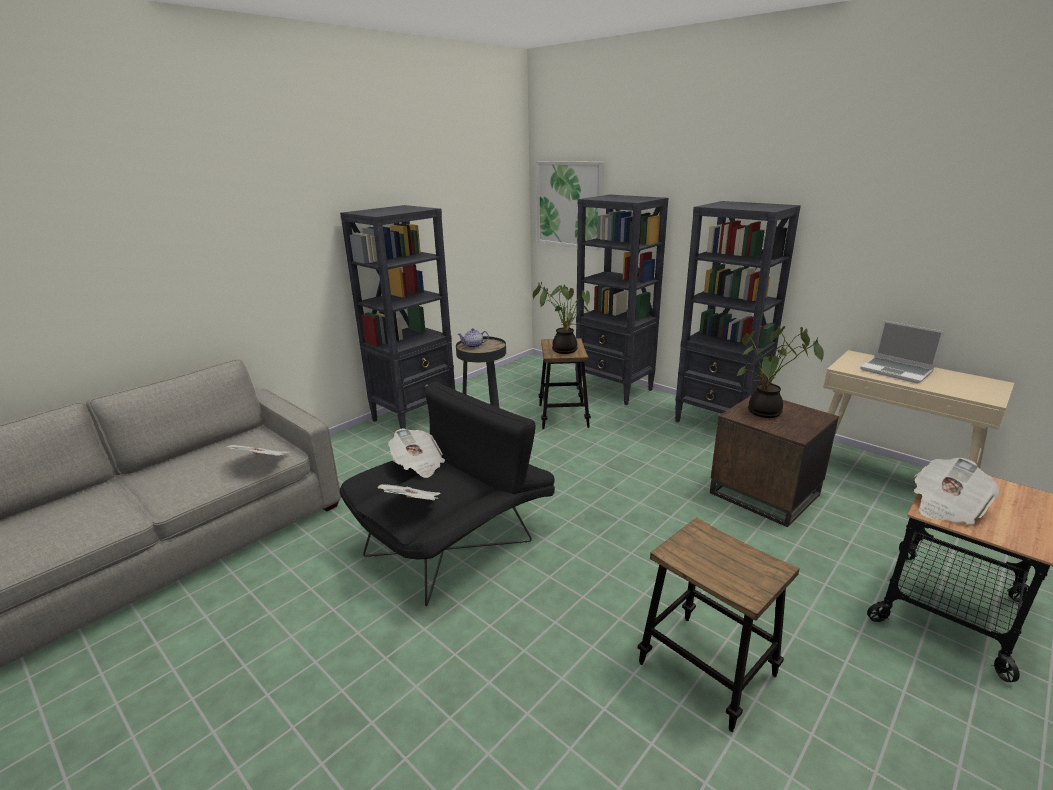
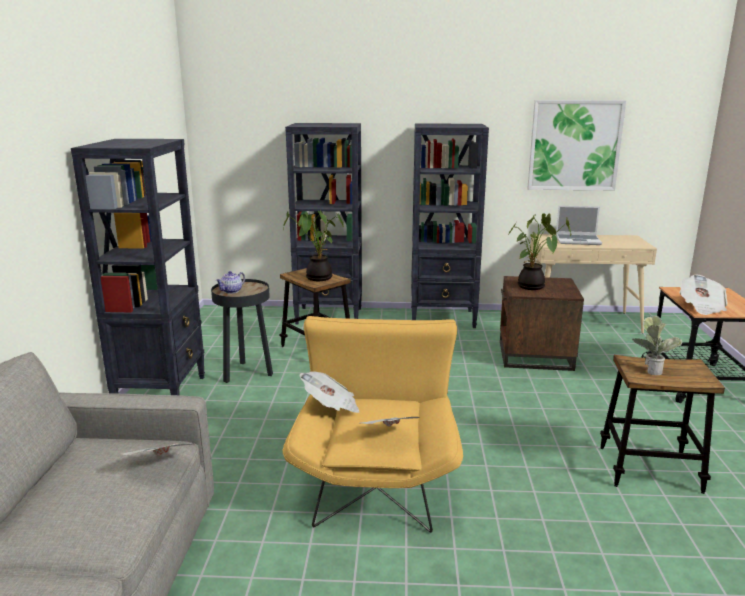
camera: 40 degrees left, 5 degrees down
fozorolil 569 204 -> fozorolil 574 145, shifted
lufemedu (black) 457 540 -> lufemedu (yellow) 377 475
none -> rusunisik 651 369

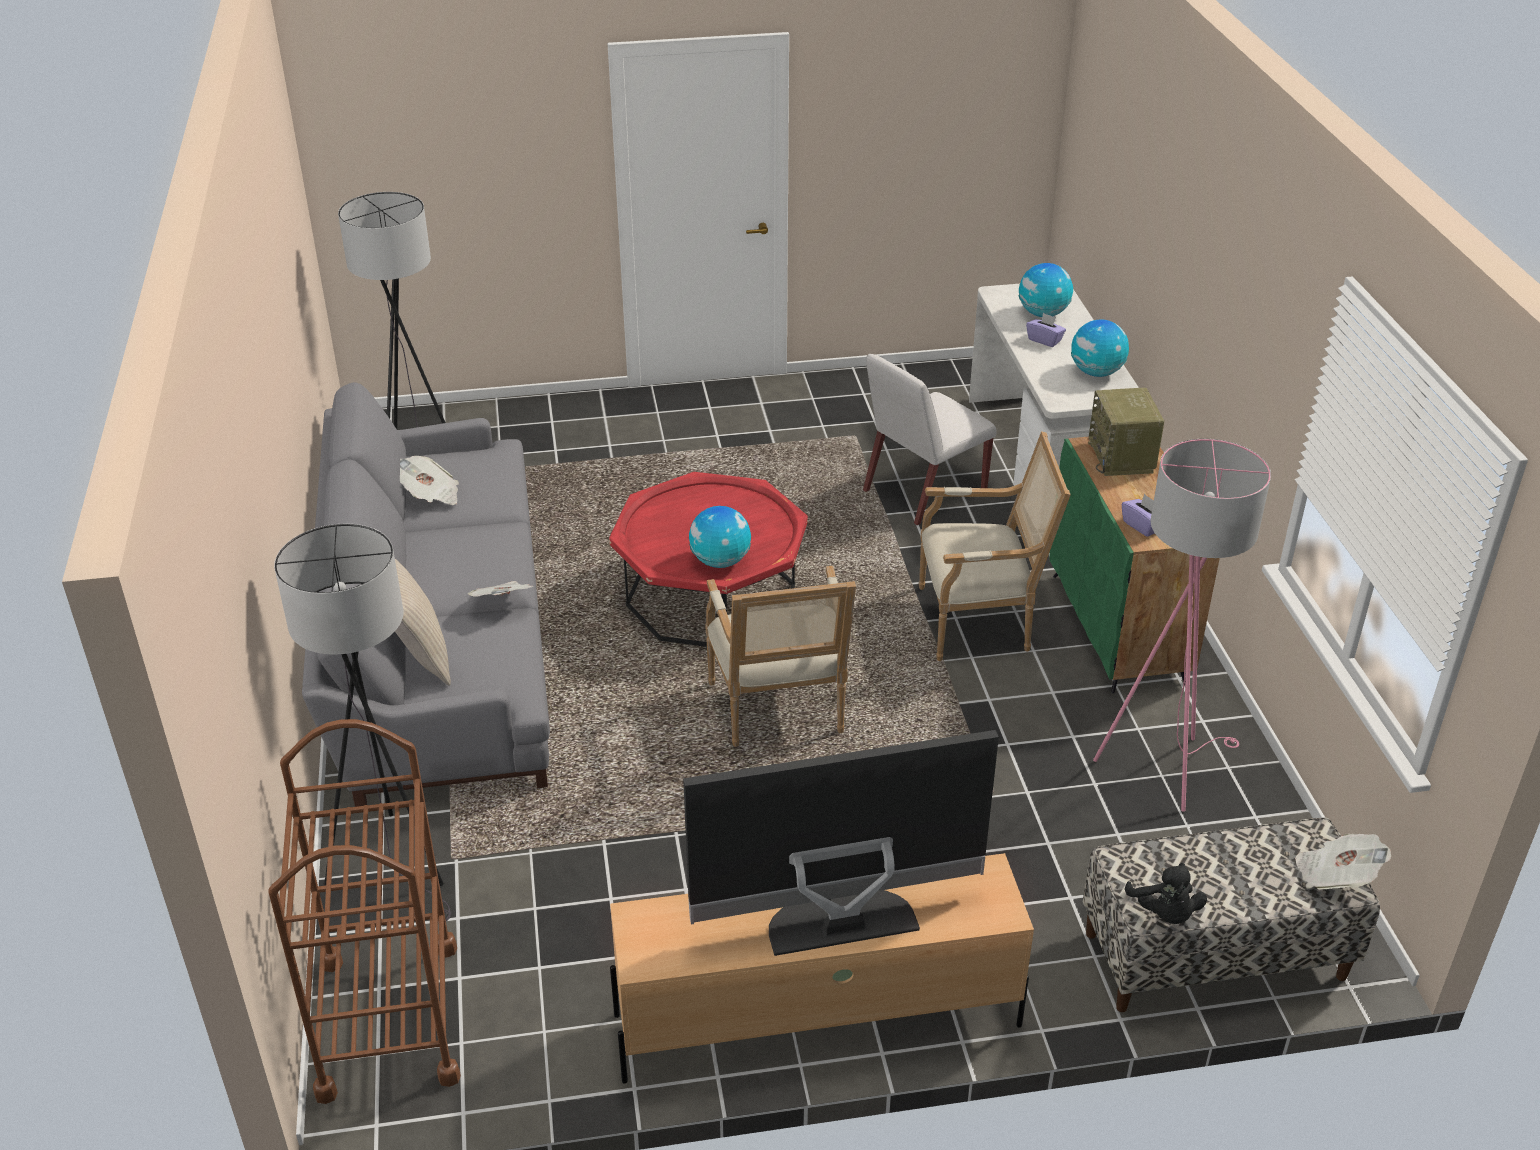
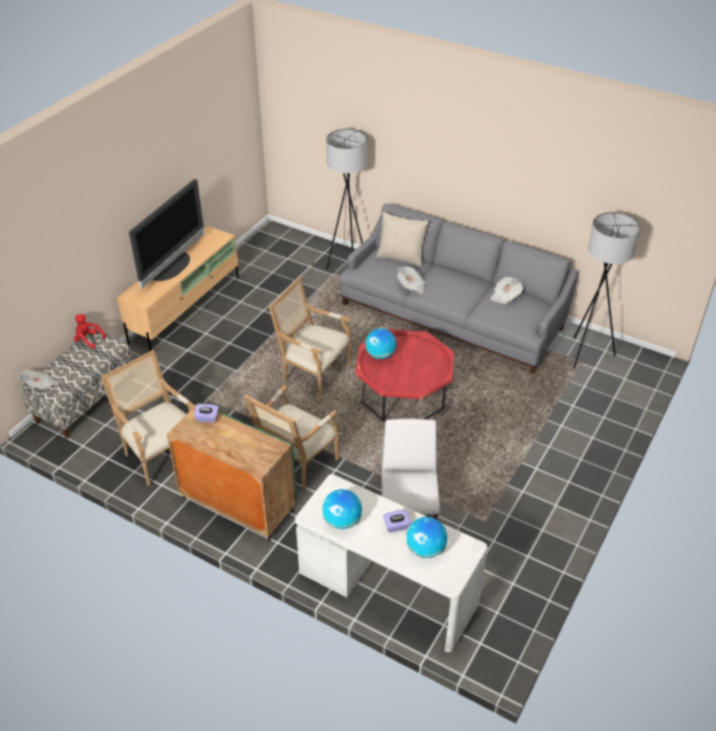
camera: 130 degrees right, 5 degrees up
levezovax 1122 458 -> none
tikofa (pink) 1161 764 -> lufemedu 160 453
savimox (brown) 388 1019 -> none
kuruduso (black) 1164 913 -> kuruduso (red) 88 340

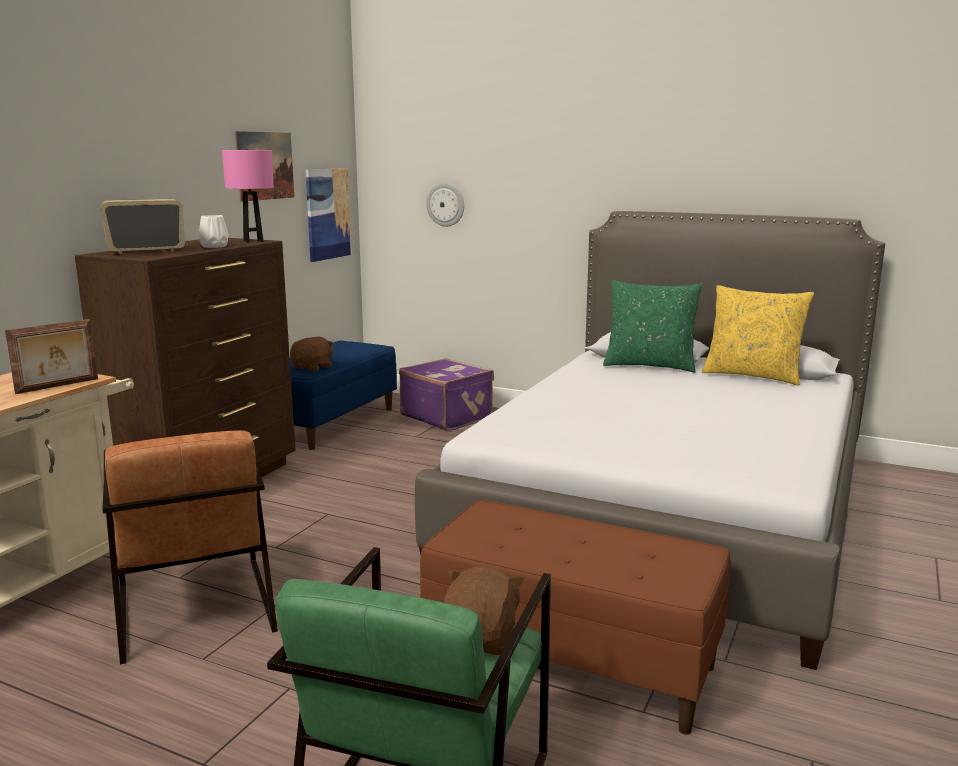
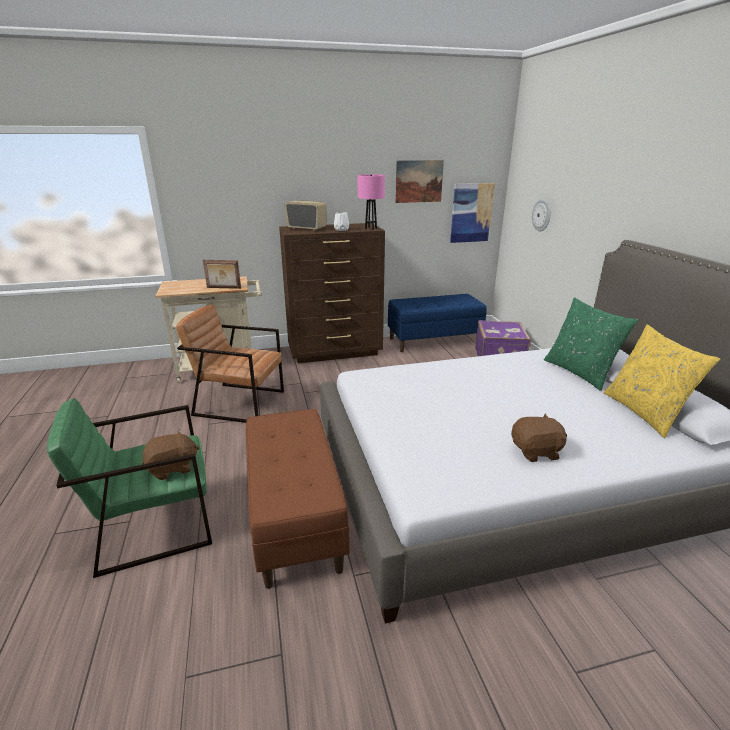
camera: 50 degrees right, 10 degrees up
kuruduso (brown) 313 367 -> kuruduso (brown) 536 452, shifted
lufemedu (brown) 194 607 -> lufemedu (brown) 239 402, 75 degrees clockwise

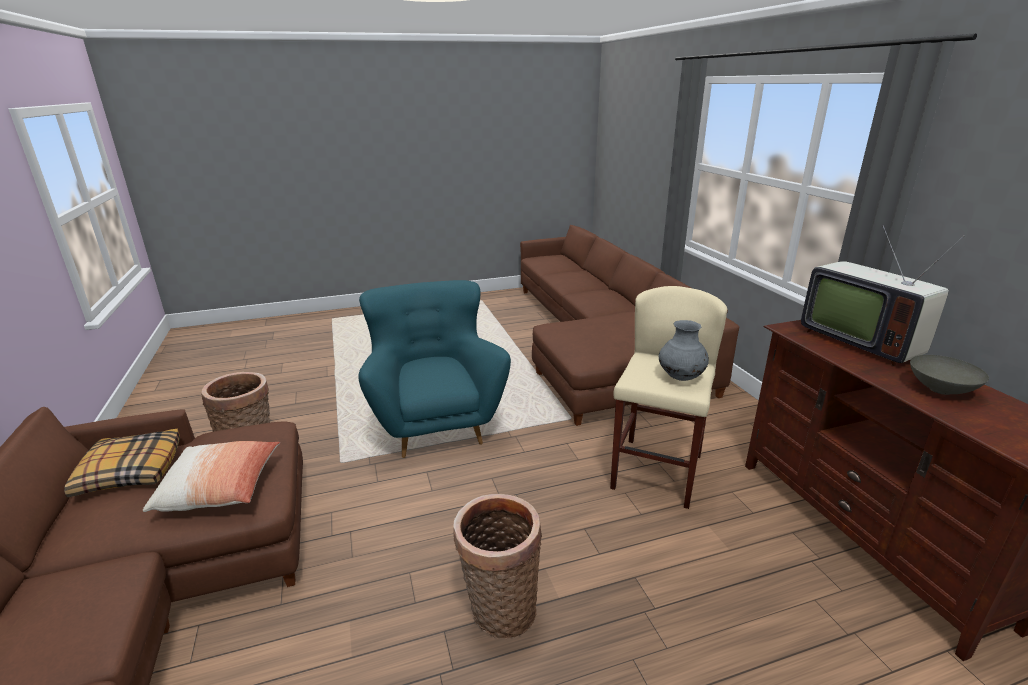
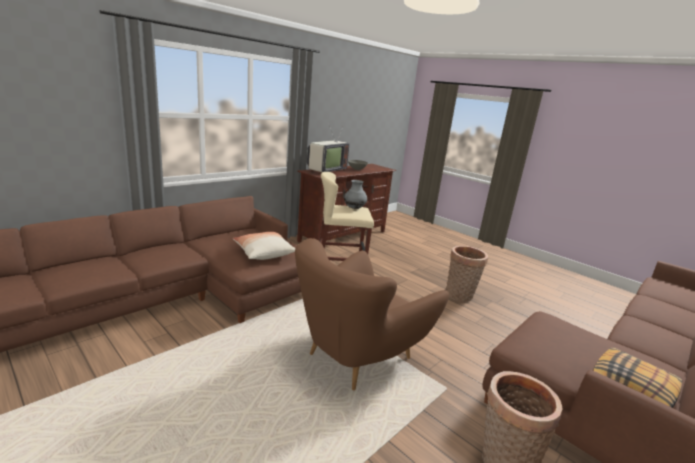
camera: 120 degrees left, 5 degrees down
lufemedu (turquoise) 435 423 -> lufemedu (brown) 357 356
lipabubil 221 488 -> lipabubil 263 253, shifted

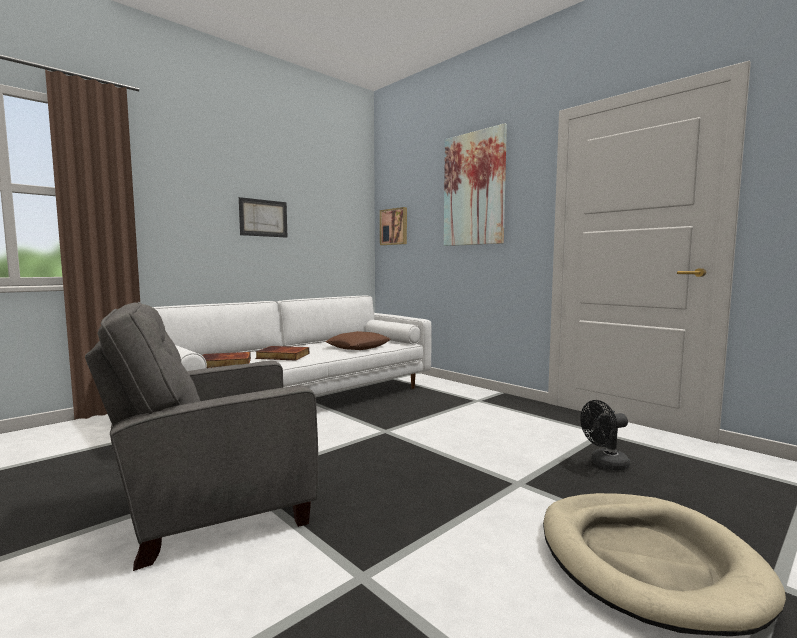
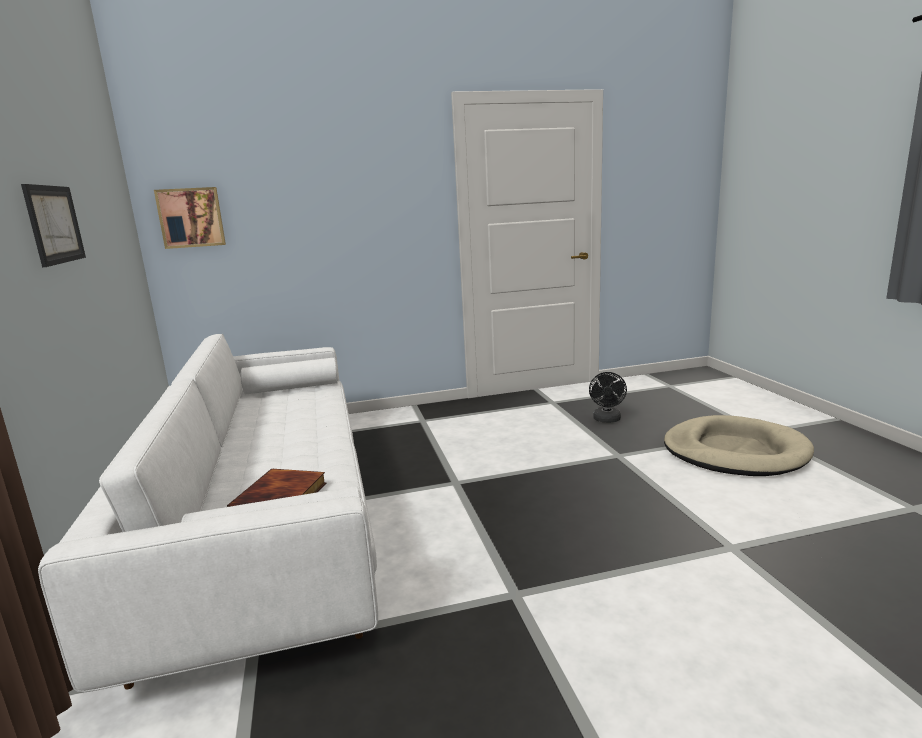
camera: 60 degrees left, 10 degrees up
fozorolil 474 189 -> none
lufemedu (grey) 214 509 -> none
lipabubil (brown) 358 347 -> none
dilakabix 282 356 -> none

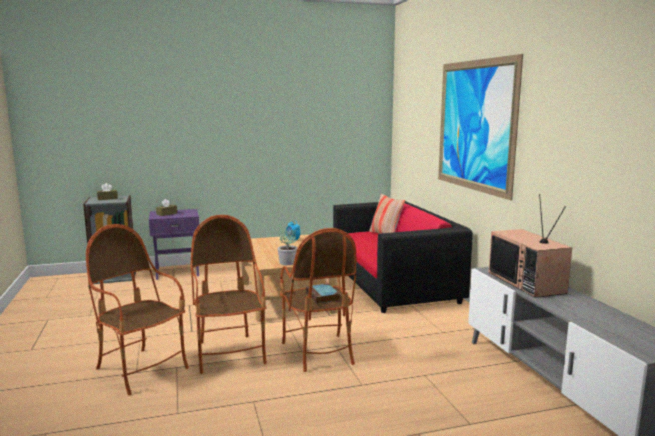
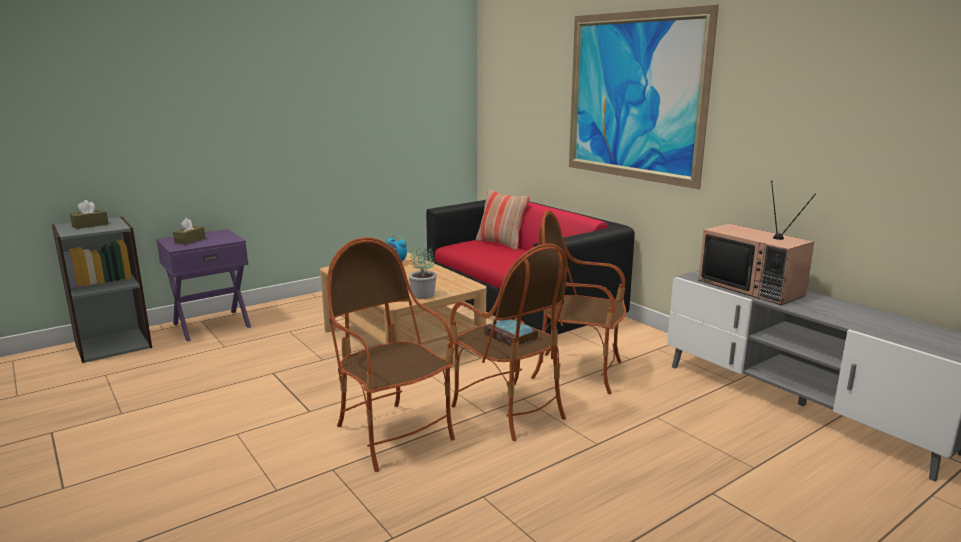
camera: 20 degrees left, 5 degrees up
lufemedu 141 370 -> lufemedu 578 371, shifted

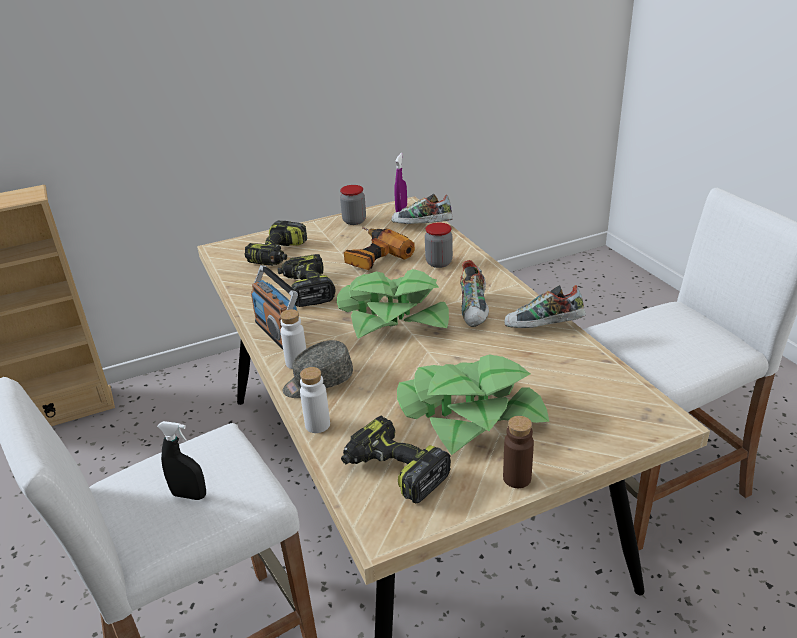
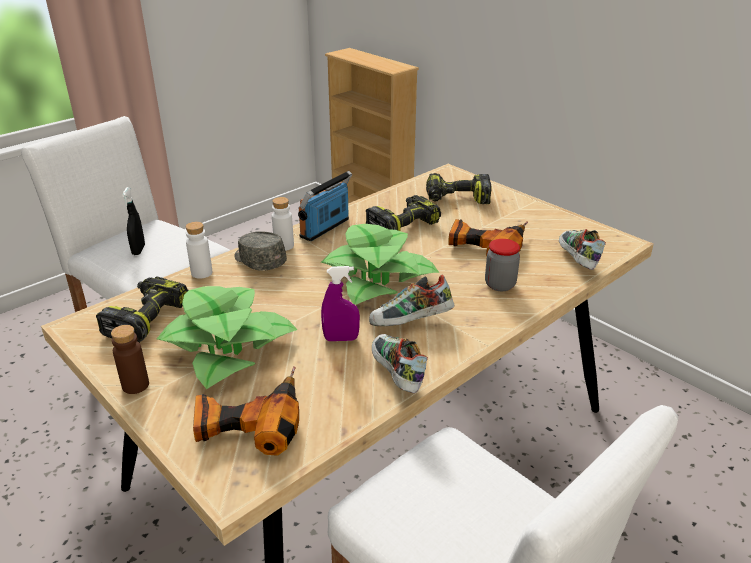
camera: 70 degrees right, 0 degrees up
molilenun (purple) 401 209 -> molilenun (purple) 341 339, shifted
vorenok 354 221 -> none
none -> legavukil 249 420

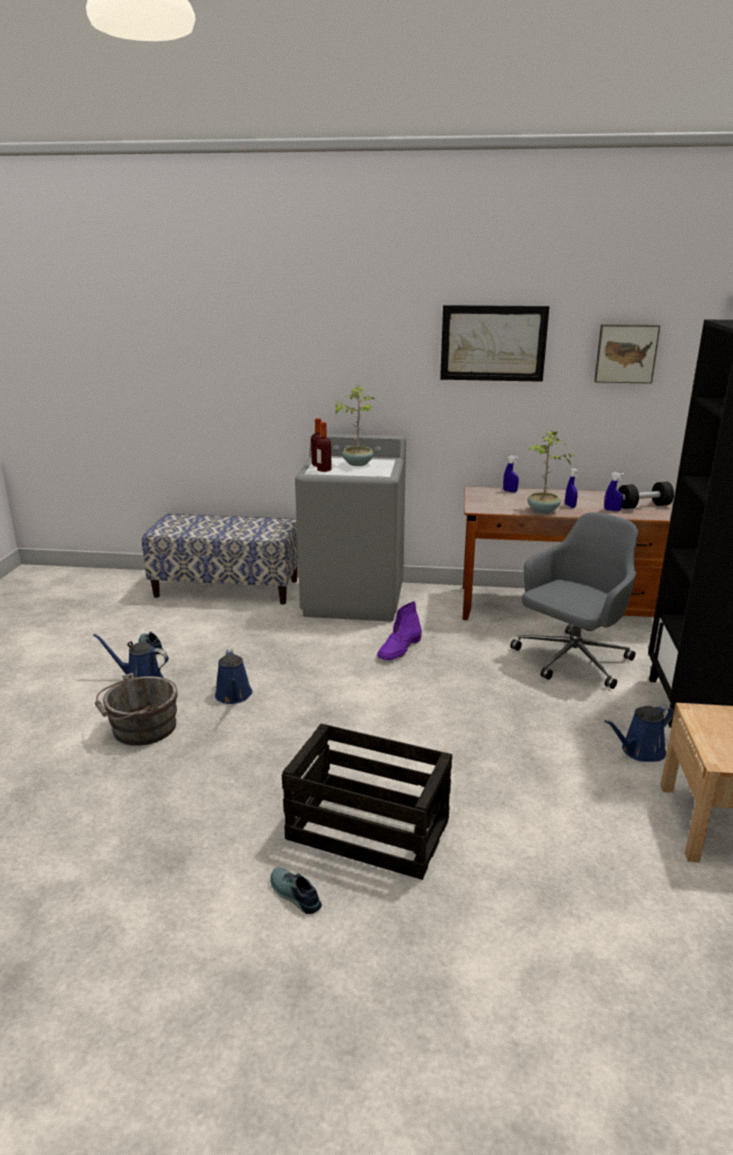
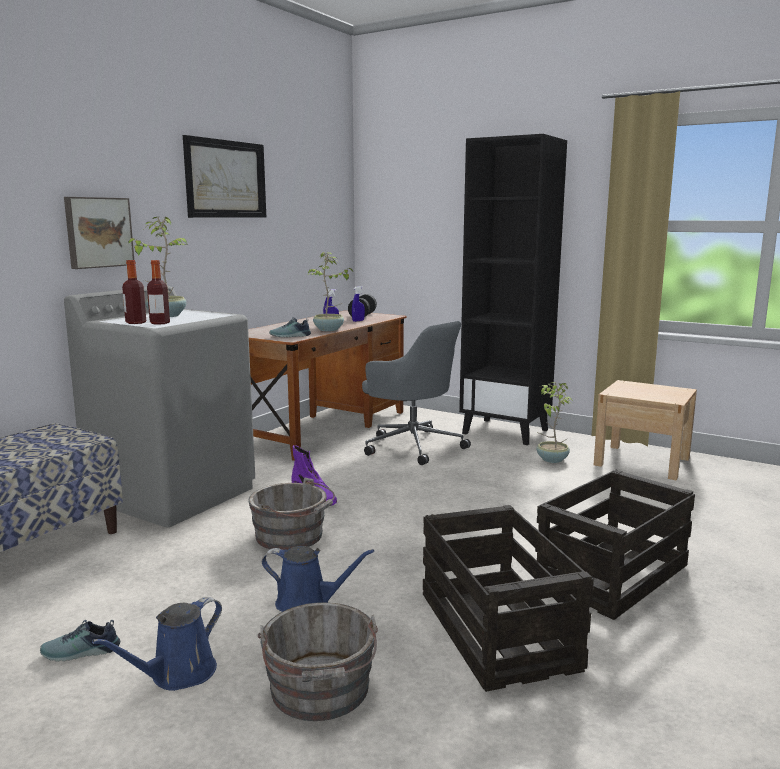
camera: 65 degrees left, 10 degrees down
fozorolil 625 353 -> fozorolil 98 232, shifted
molilenun (blue) 510 491 -> none
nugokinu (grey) 571 661 -> nugokinu (grey) 412 446, 150 degrees clockwise
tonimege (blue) 640 751 -> rusunisik 551 460
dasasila 294 895 -> dasasila 290 336, shifted
none -> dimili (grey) 293 537
none -> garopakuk 496 630

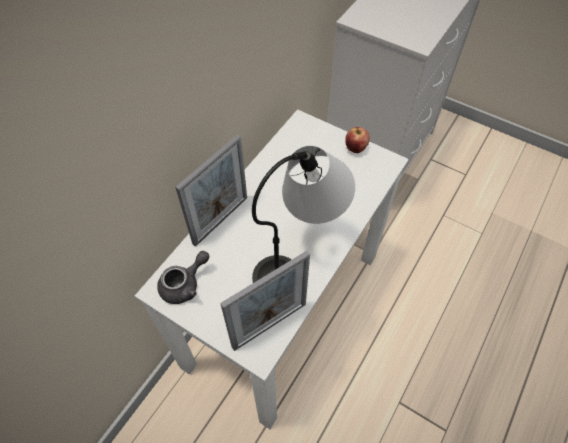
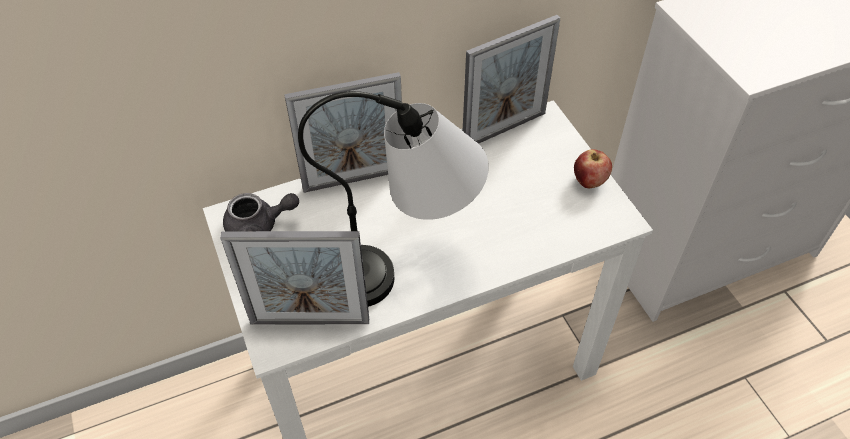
camera: 35 degrees right, 5 degrees down
none -> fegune 504 130

